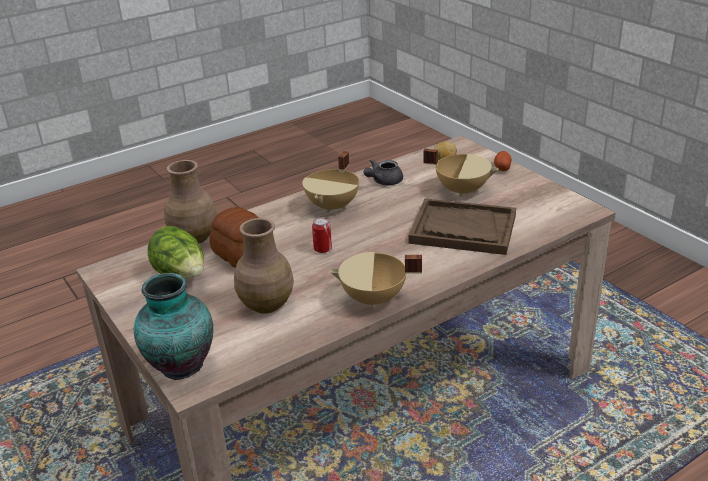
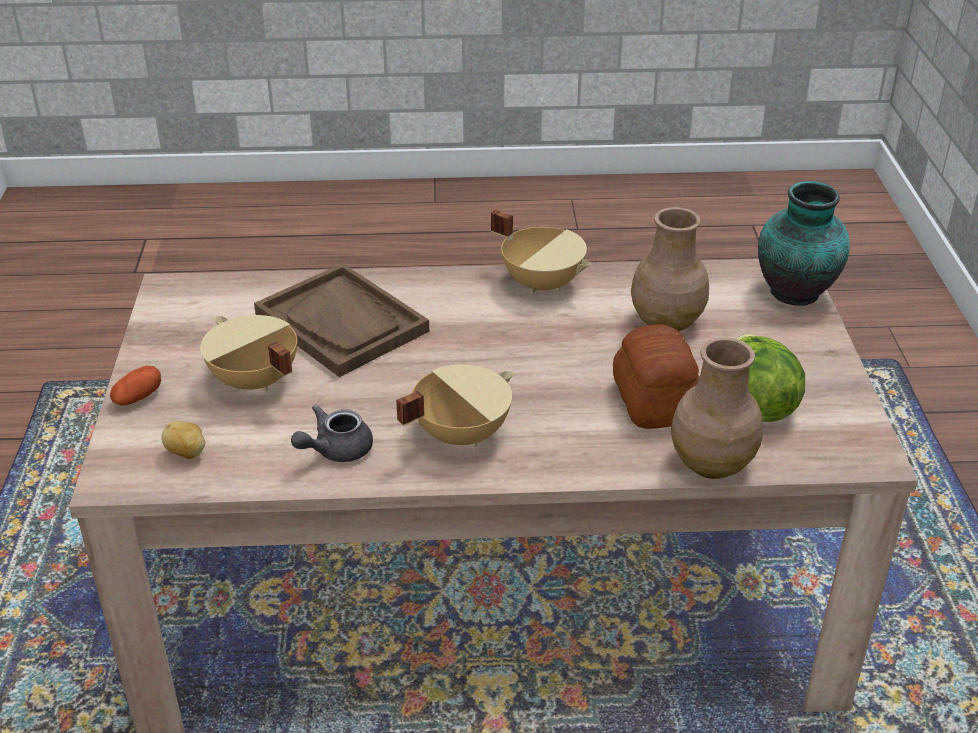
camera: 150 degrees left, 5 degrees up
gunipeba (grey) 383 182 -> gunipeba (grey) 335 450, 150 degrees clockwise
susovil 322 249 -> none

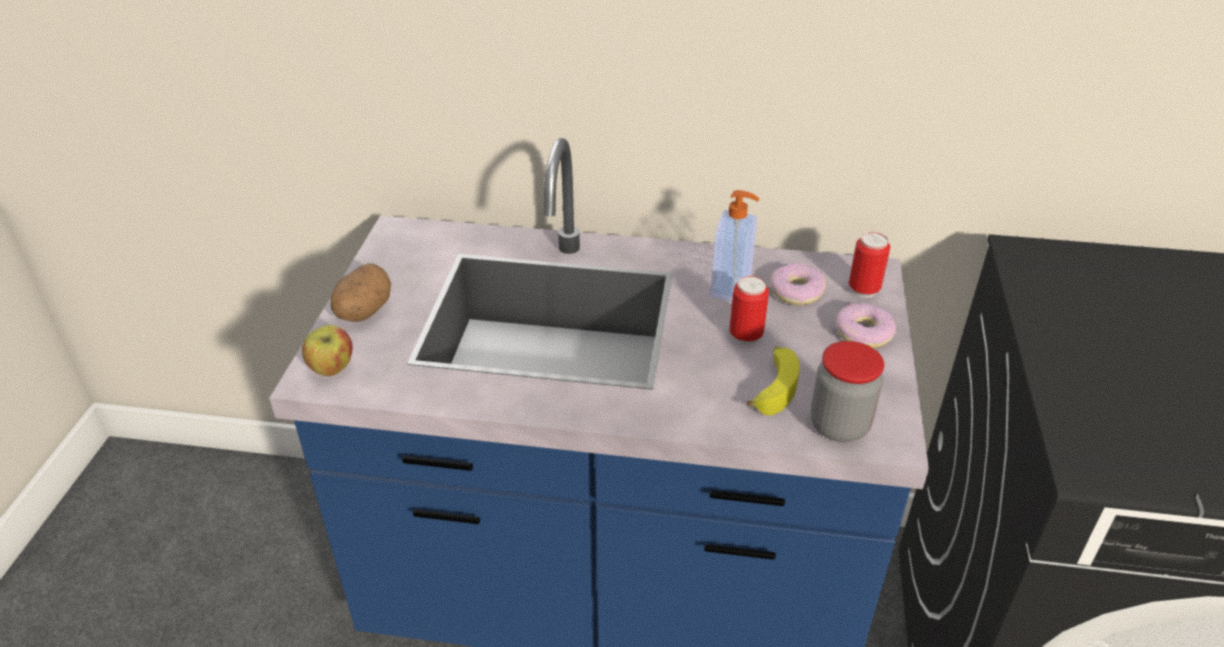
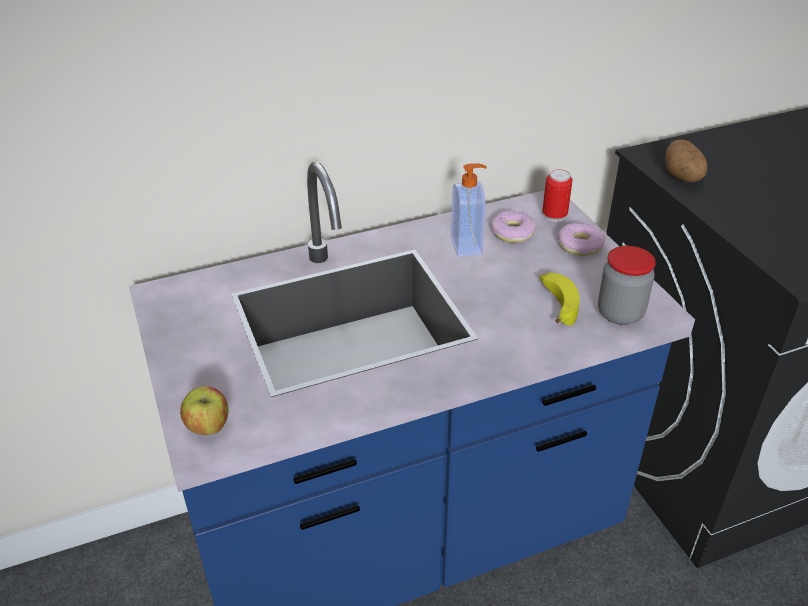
camera: 30 degrees left, 0 degrees up
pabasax 363 312 -> pabasax 683 177, shifted
susovil 745 336 -> none

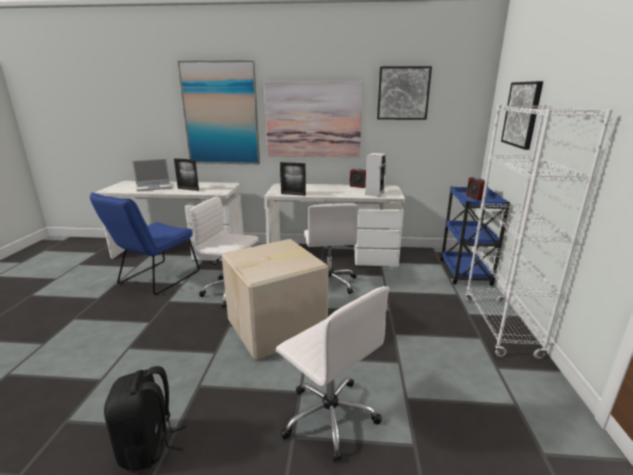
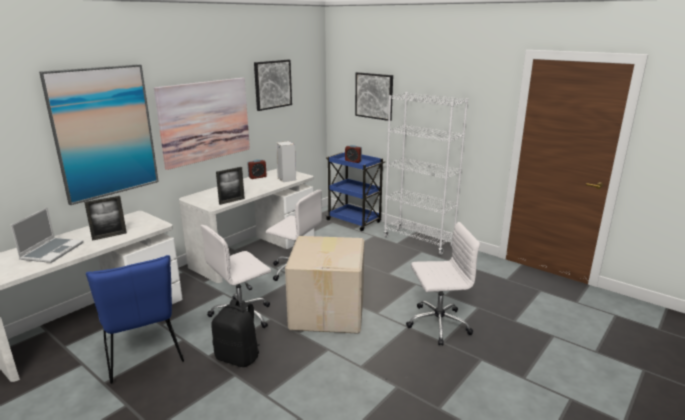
camera: 55 degrees left, 0 degrees up
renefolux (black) 149 446 -> renefolux (black) 238 357, shifted

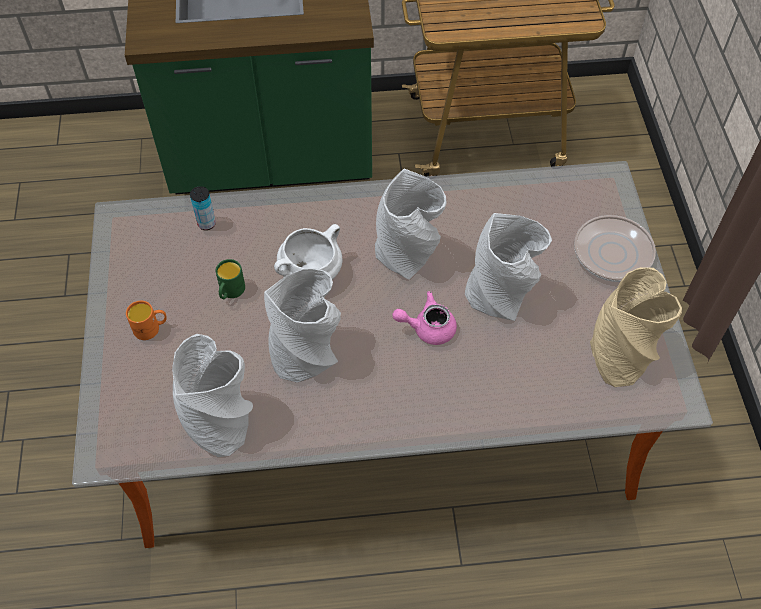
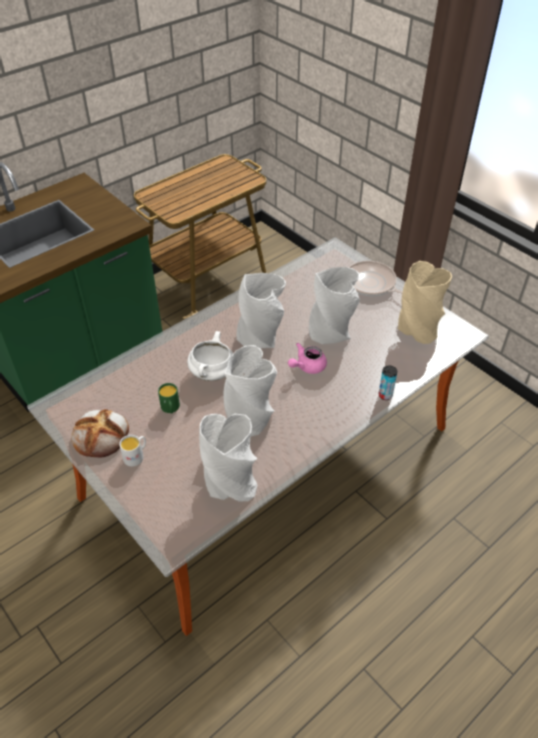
camera: 35 degrees left, 10 degrees down
susovil 206 223 -> susovil 385 395, shifted
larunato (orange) 151 328 -> larunato (white) 136 456
none -> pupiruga 101 435

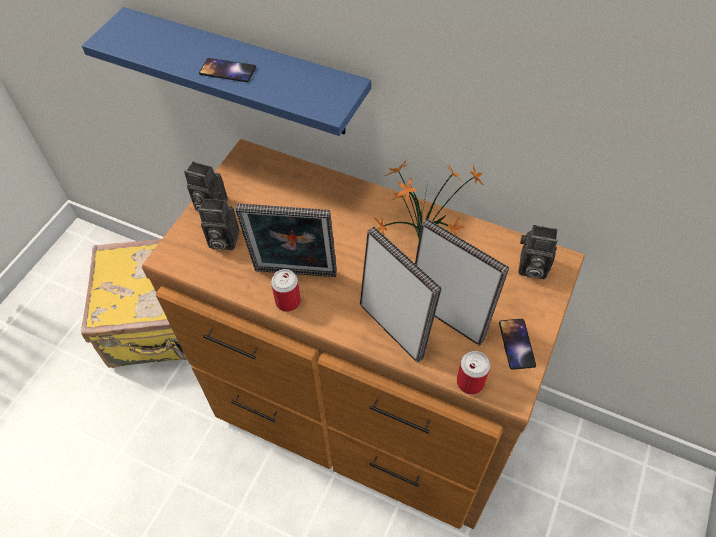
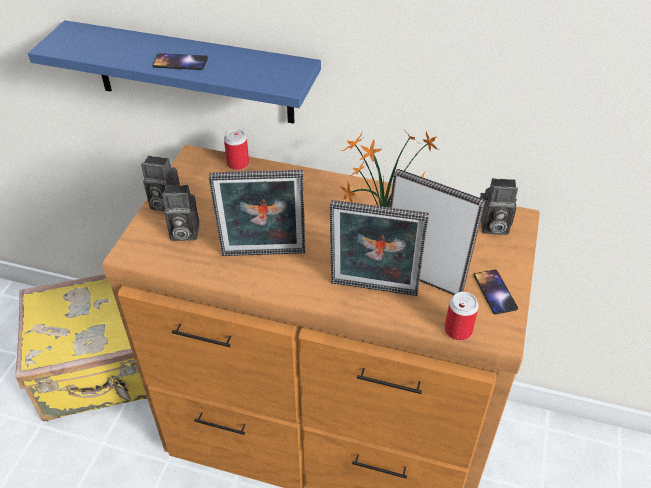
camera: 10 degrees left, 10 degrees down
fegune 395 328 -> fegune 373 291, 150 degrees clockwise
susovil 288 301 -> susovil 238 164, shifted

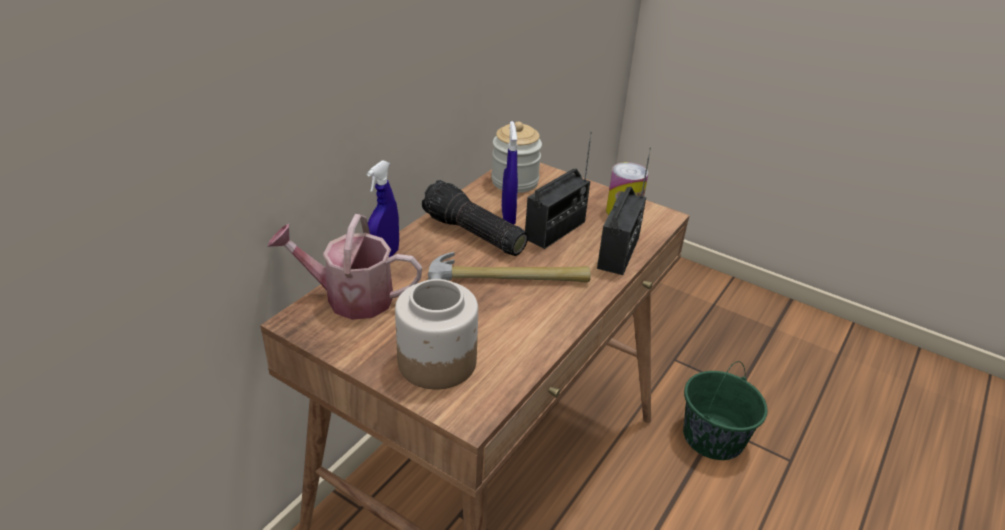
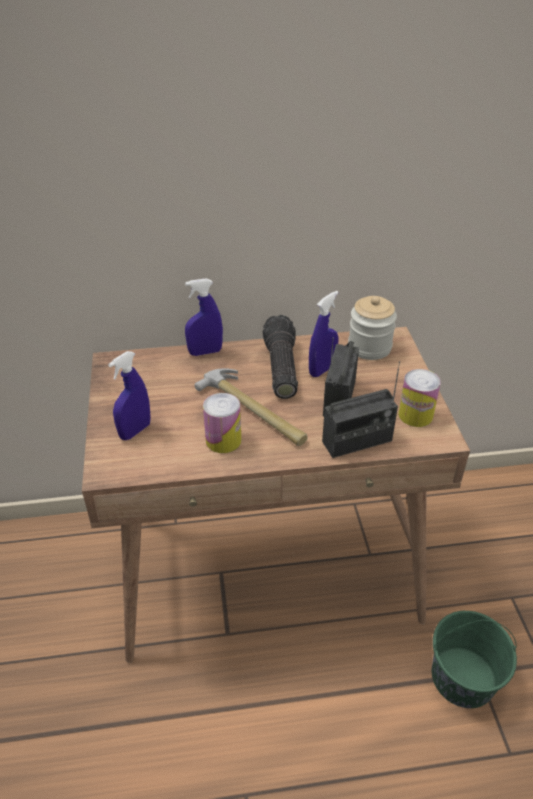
camera: 50 degrees right, 5 degrees up
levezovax 555 230 -> levezovax 339 398, 105 degrees clockwise
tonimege 350 297 -> none
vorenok 436 362 -> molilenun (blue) 135 431
none -> susovil 223 440

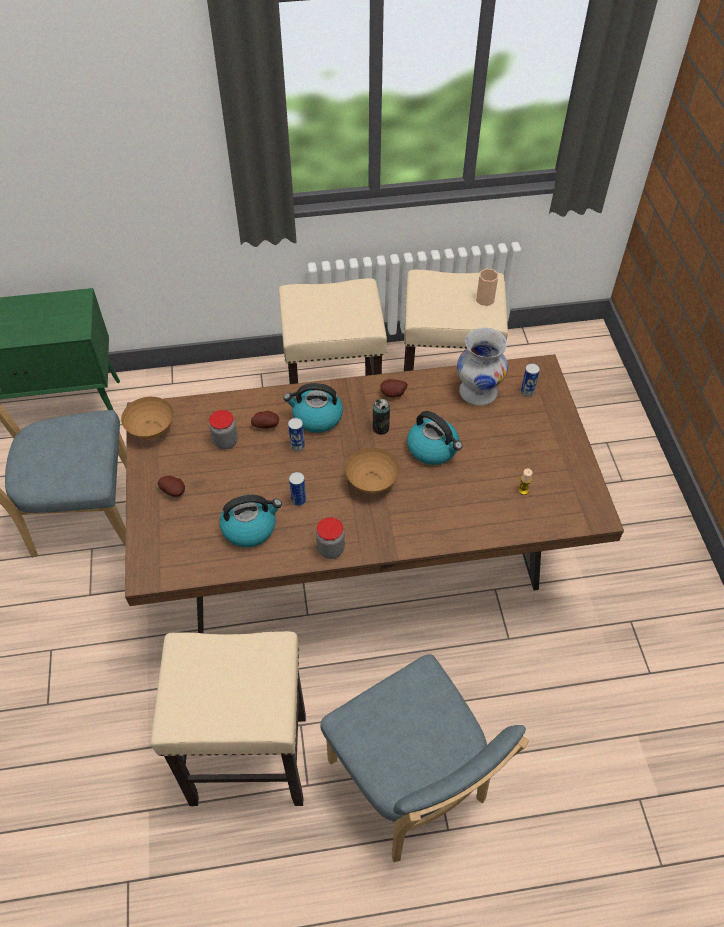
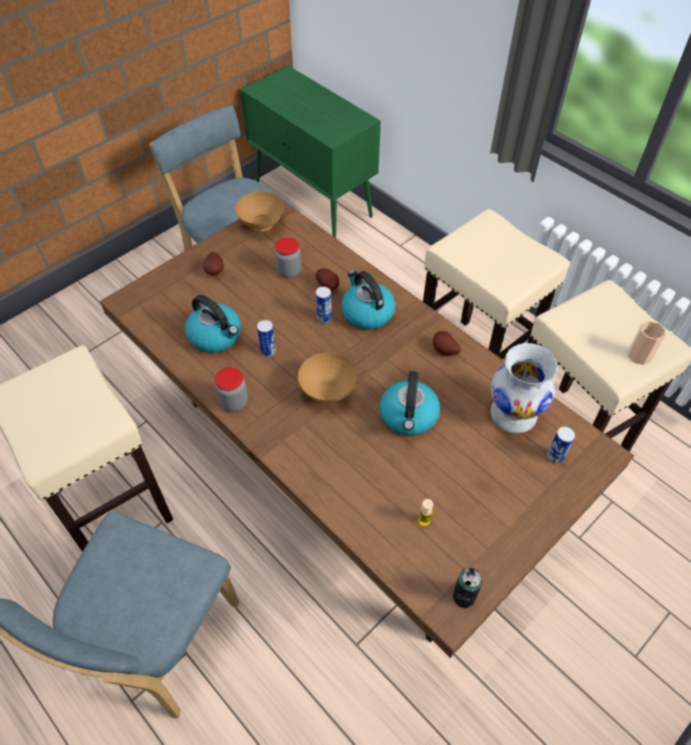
camera: 55 degrees right, 0 degrees up
susovil 380 428 -> susovil 464 596, shifted

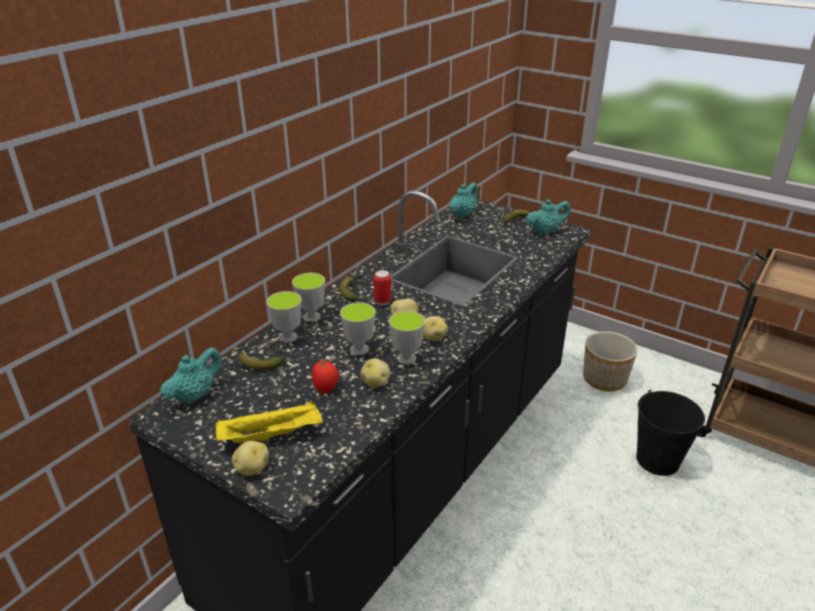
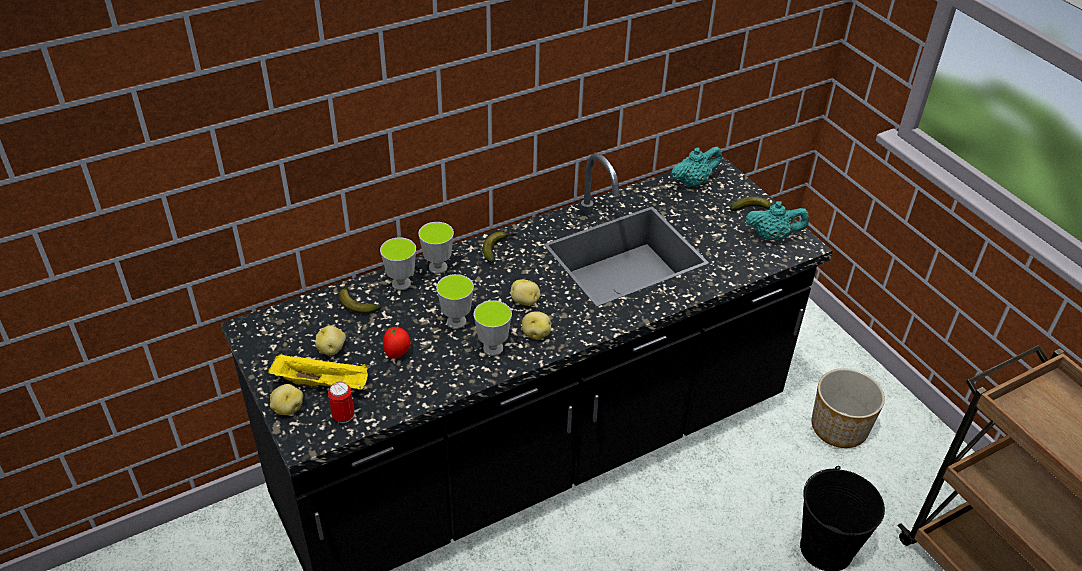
camera: 25 degrees right, 10 degrees up
susovil 382 301 -> susovil 343 416, shifted
gunipeba (turquoise) 195 395 -> none
pabasax 376 382 -> pabasax 332 349, shifted

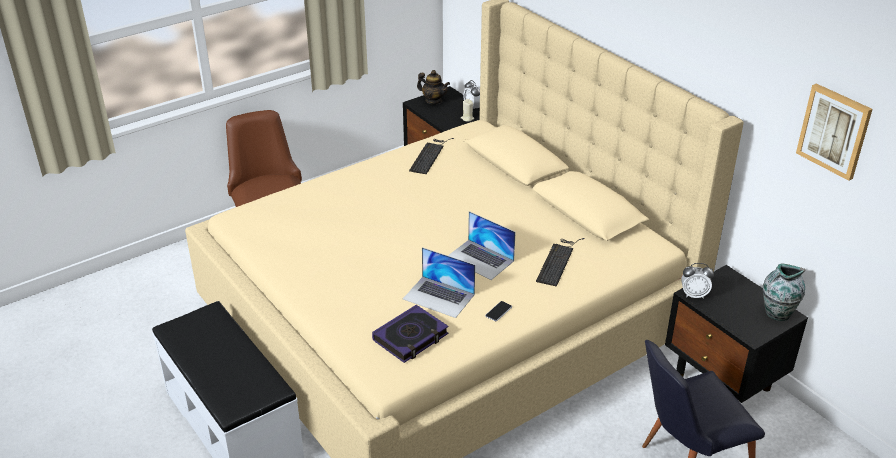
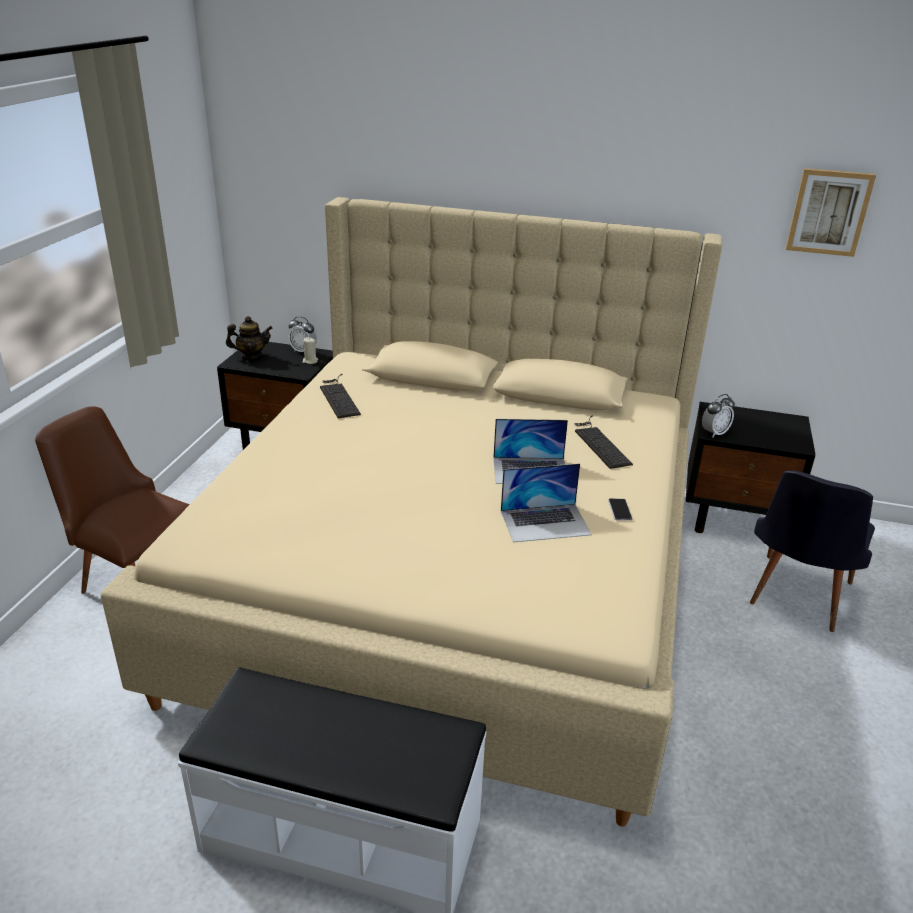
camera: 40 degrees left, 5 degrees down
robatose 777 313 -> none
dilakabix 411 338 -> none

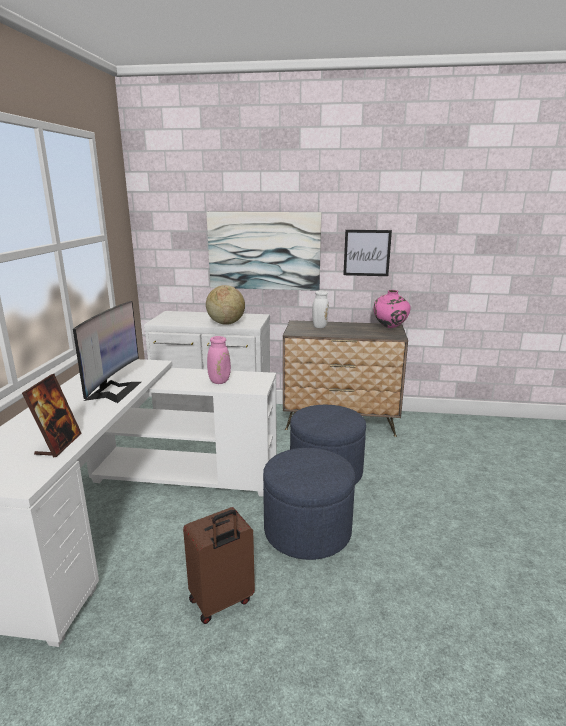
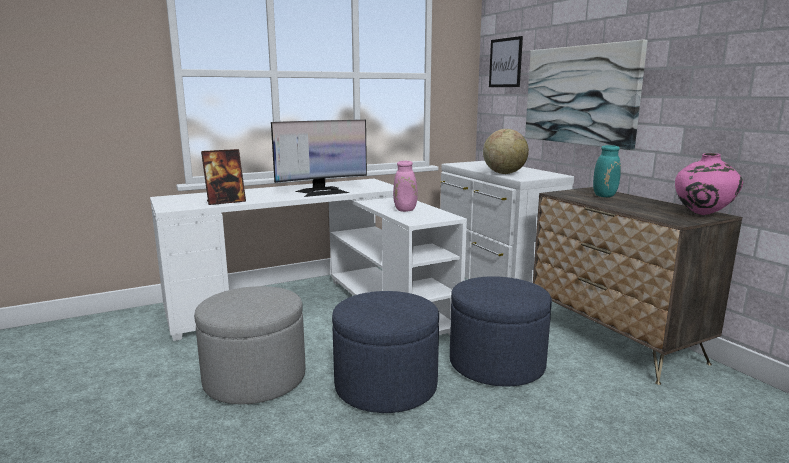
camera: 55 degrees right, 5 degrees down
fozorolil 367 253 -> fozorolil 505 62, shifted
robatose (white) 319 327 -> robatose (turquoise) 604 196
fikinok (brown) 221 601 -> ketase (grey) 255 378

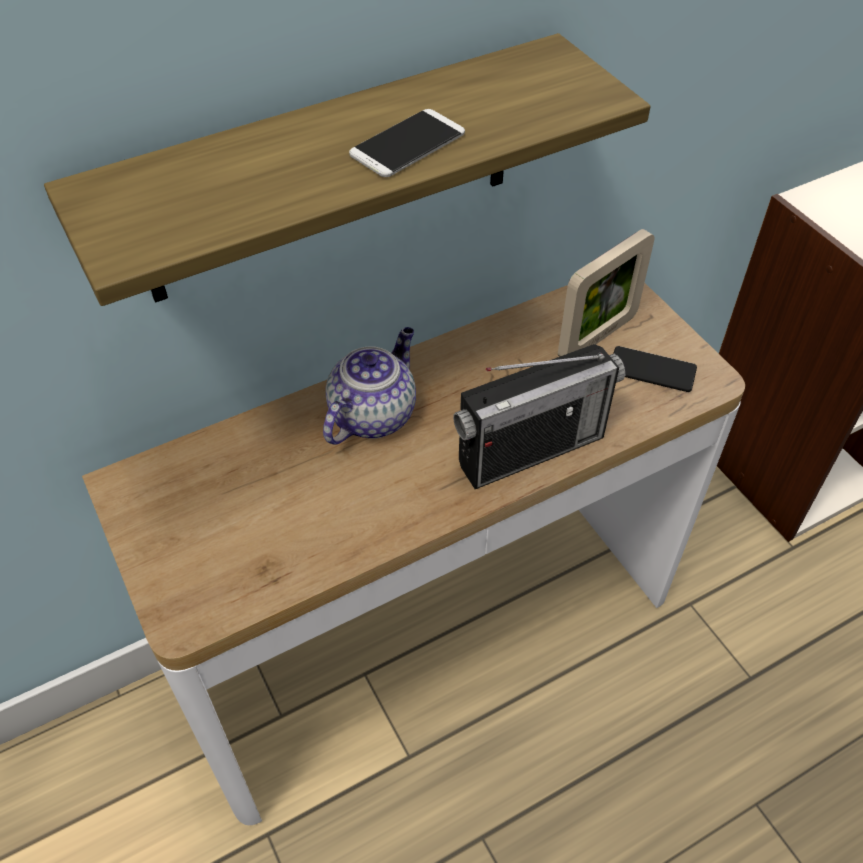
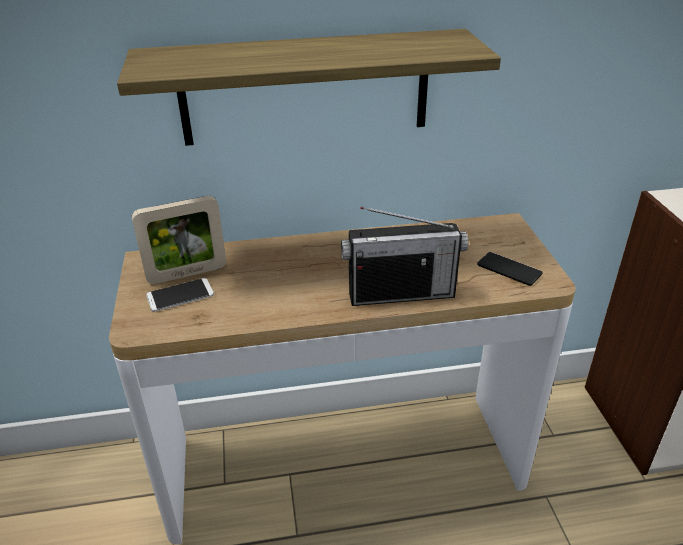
camera: 20 degrees right, 15 degrees down
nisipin 407 144 -> nisipin 180 295, shifted
fegune 597 337 -> fegune 187 273, shifted
gunipeba 373 414 -> none

